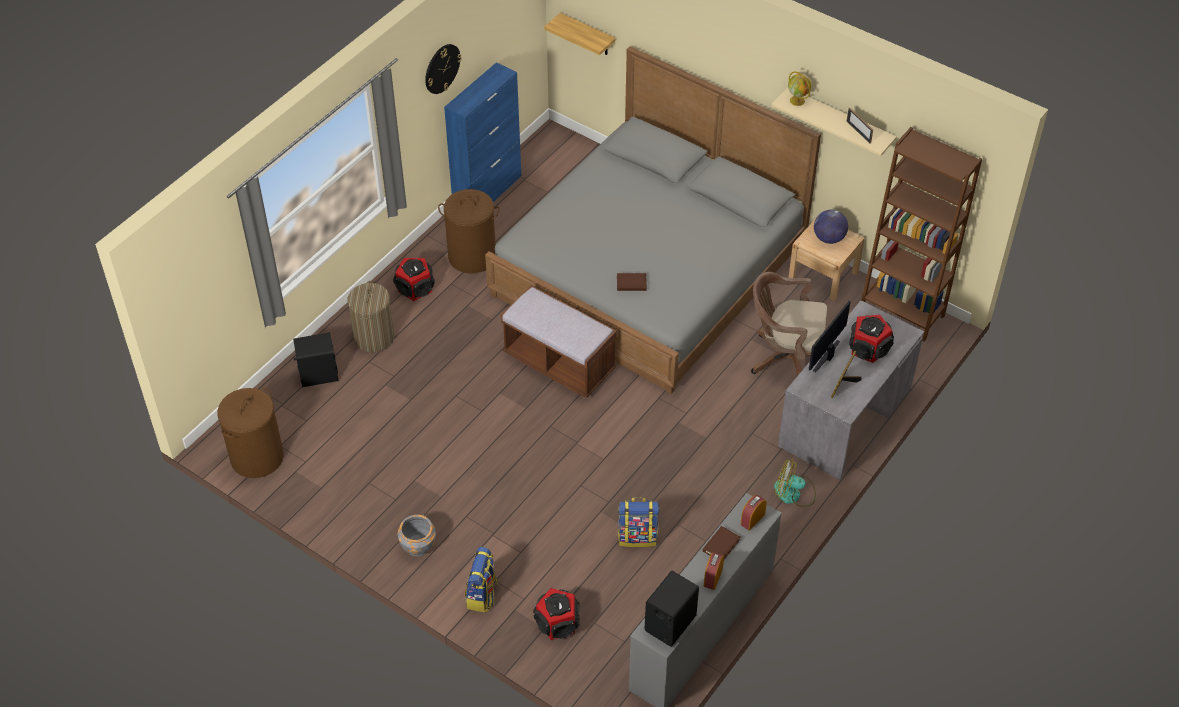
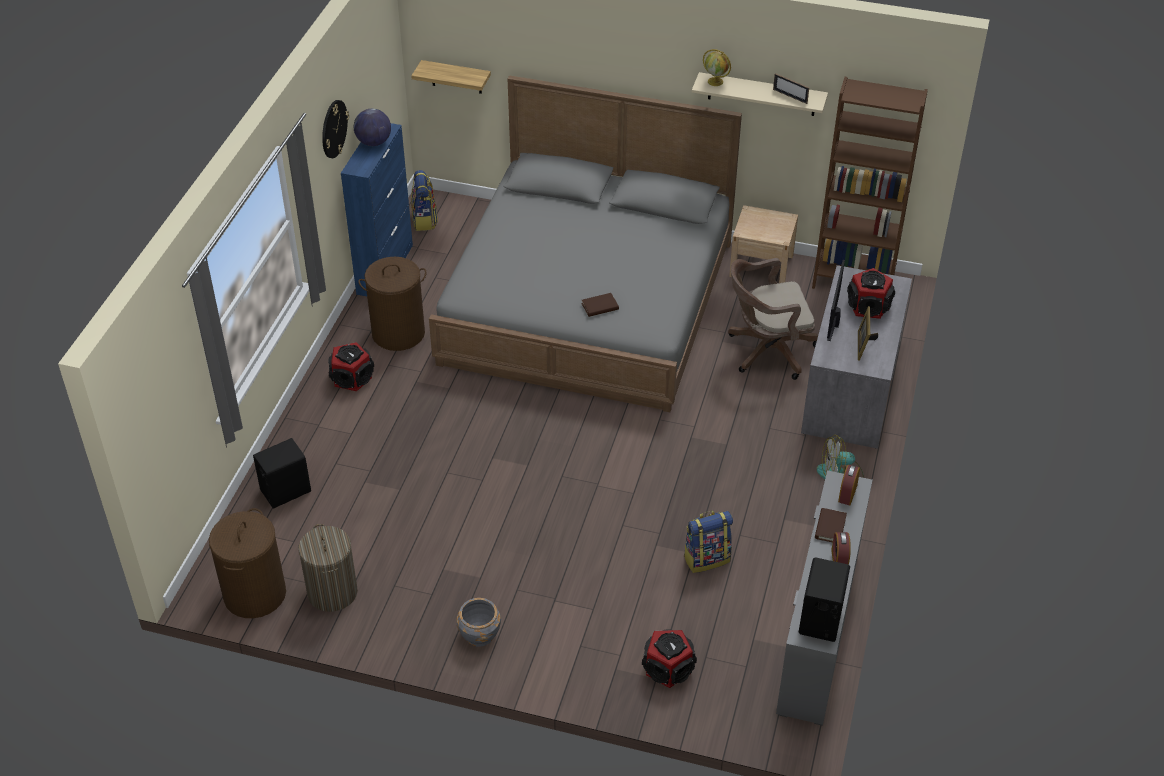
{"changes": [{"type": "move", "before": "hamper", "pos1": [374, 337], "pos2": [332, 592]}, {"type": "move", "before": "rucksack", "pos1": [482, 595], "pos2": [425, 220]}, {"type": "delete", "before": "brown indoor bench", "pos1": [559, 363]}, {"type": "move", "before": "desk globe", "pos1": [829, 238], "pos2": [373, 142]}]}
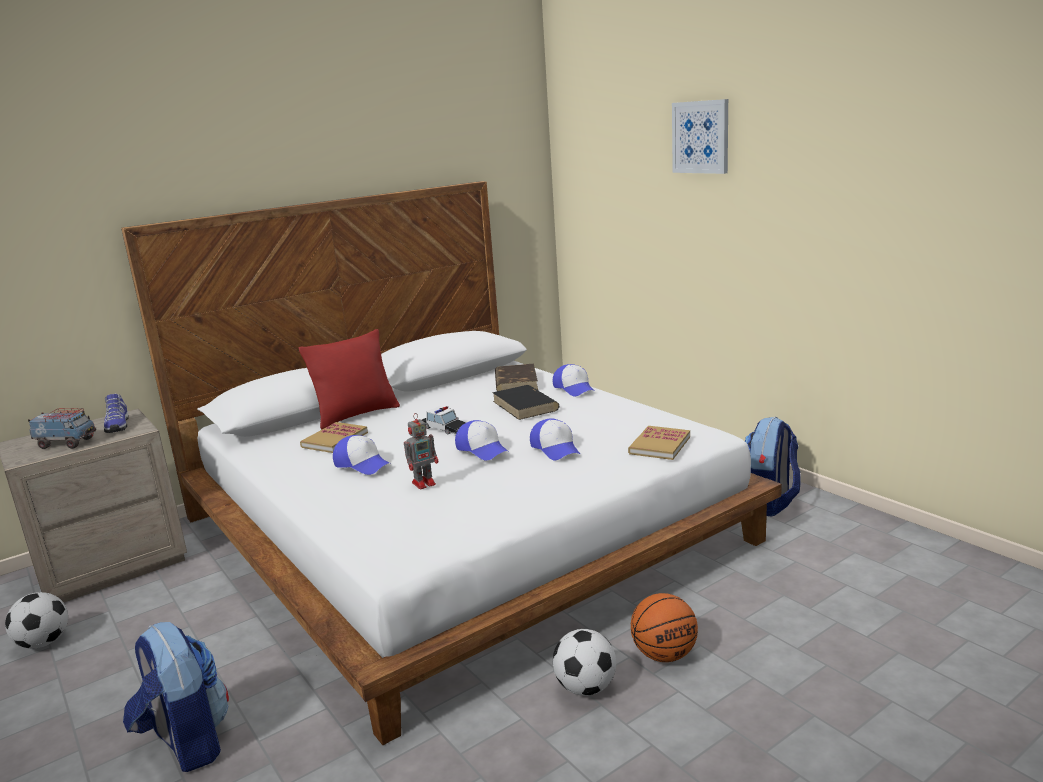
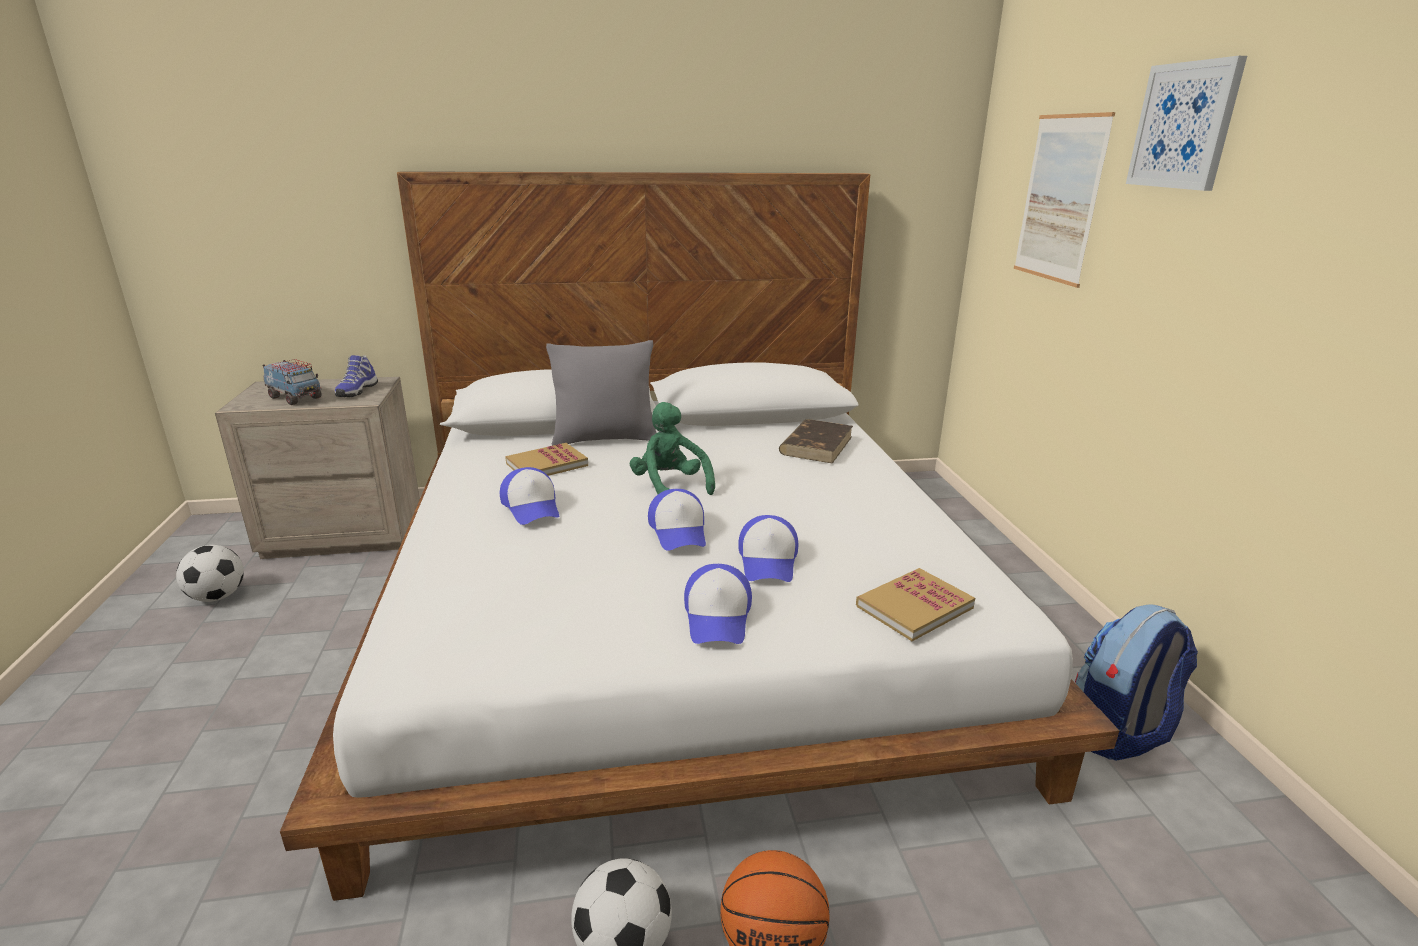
{"changes": [{"type": "delete", "before": "rucksack", "pos1": [186, 743]}, {"type": "recolor", "before": "reddish throw pillow", "after": "grey throw pillow", "pos1": [356, 415], "pos2": [605, 439]}, {"type": "delete", "before": "robot figure", "pos1": [425, 483]}, {"type": "replace", "before": "model car", "after": "greenish cuddly toy", "pos1": [445, 428], "pos2": [670, 486]}, {"type": "delete", "before": "black-coloured bound book", "pos1": [525, 406]}, {"type": "move", "before": "baseball cap", "pos1": [574, 388], "pos2": [718, 616]}, {"type": "insert", "after": "wall art", "pos2": [1060, 199]}]}
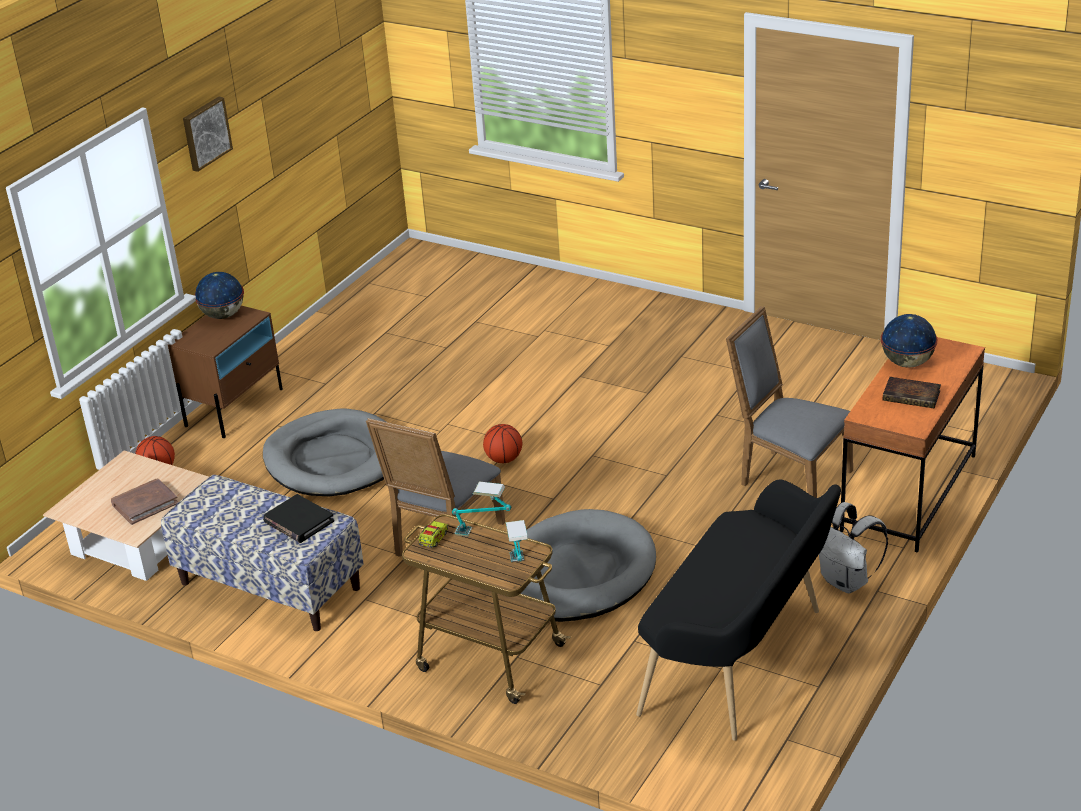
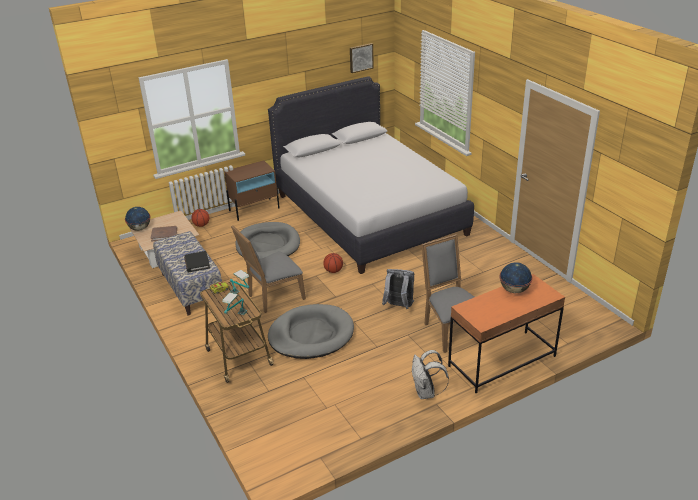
{"changes": [{"type": "move", "before": "wall art", "pos1": [205, 133], "pos2": [360, 57]}, {"type": "move", "before": "desk globe", "pos1": [223, 316], "pos2": [139, 228]}, {"type": "delete", "before": "black-coloured indoor bench", "pos1": [742, 663]}, {"type": "delete", "before": "bound book", "pos1": [913, 396]}, {"type": "insert", "after": "whitish bedroom bed", "pos2": [369, 214]}, {"type": "insert", "after": "grey rucksack", "pos2": [398, 306]}]}
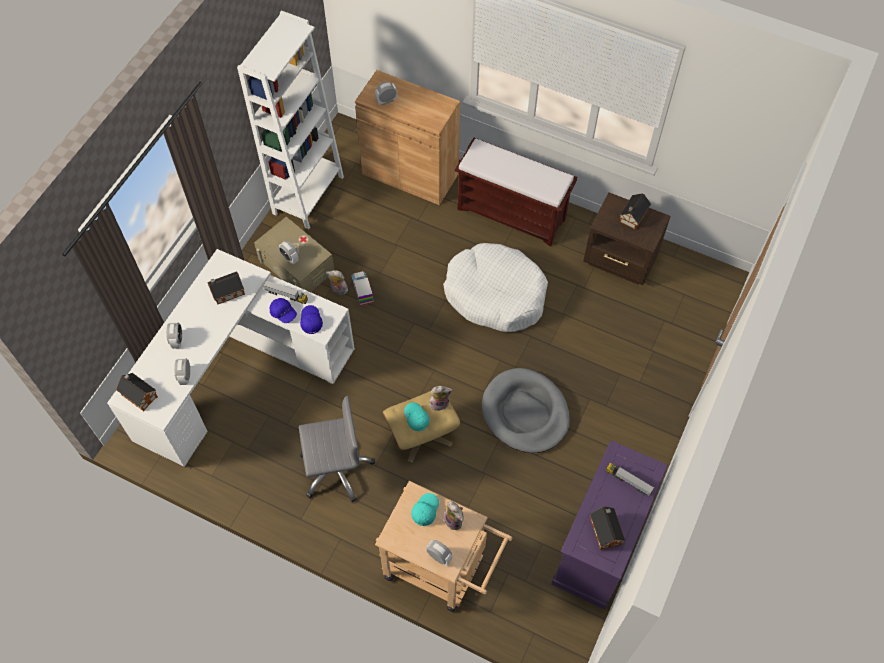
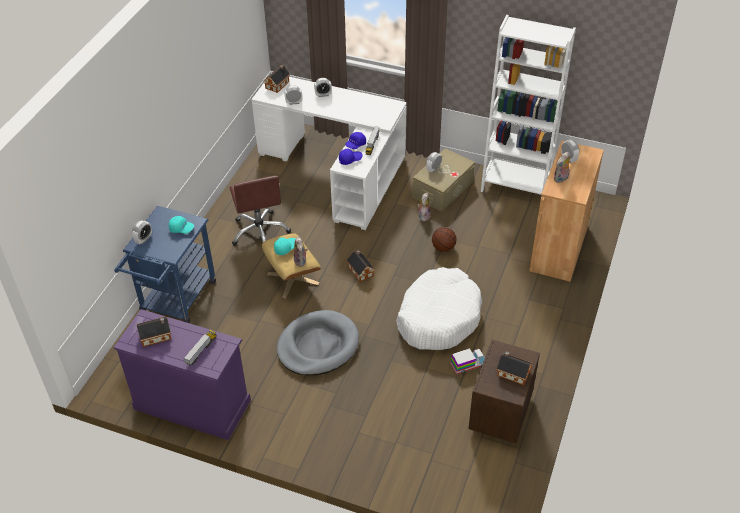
{"changes": [{"type": "move", "before": "miniature house", "pos1": [226, 292], "pos2": [360, 271]}, {"type": "recolor", "before": "grey computer chair", "after": "brown computer chair", "pos1": [336, 469], "pos2": [260, 232]}, {"type": "move", "before": "toy lorry", "pos1": [362, 290], "pos2": [468, 365]}, {"type": "recolor", "before": "beige-coloured wheeled cart", "after": "blue-coloured wheeled cart", "pos1": [442, 569], "pos2": [175, 301]}, {"type": "move", "before": "cuddly toy", "pos1": [454, 520], "pos2": [561, 179]}, {"type": "delete", "before": "brown indoor bench", "pos1": [512, 213]}, {"type": "insert", "after": "basketball", "pos2": [443, 248]}]}
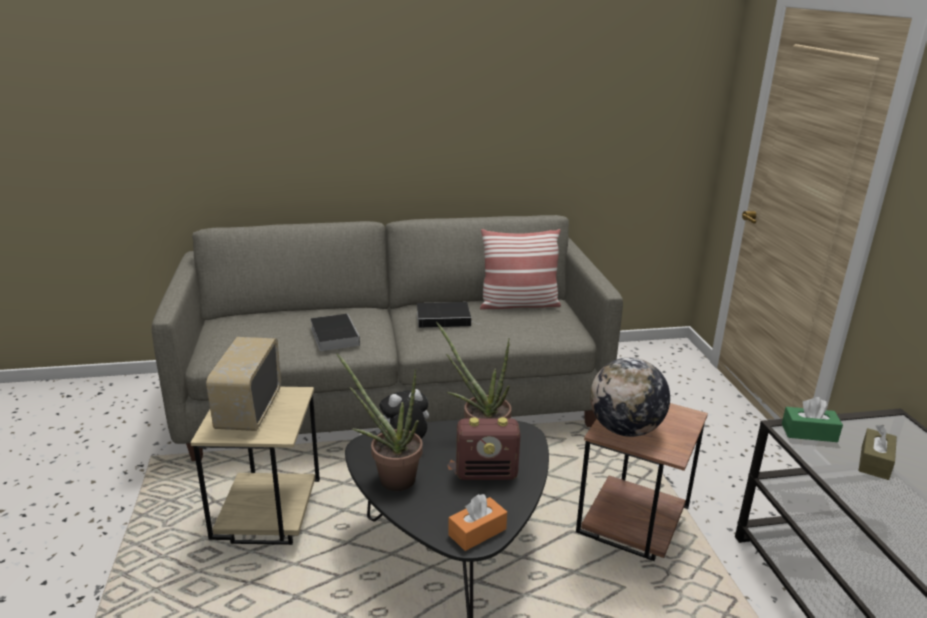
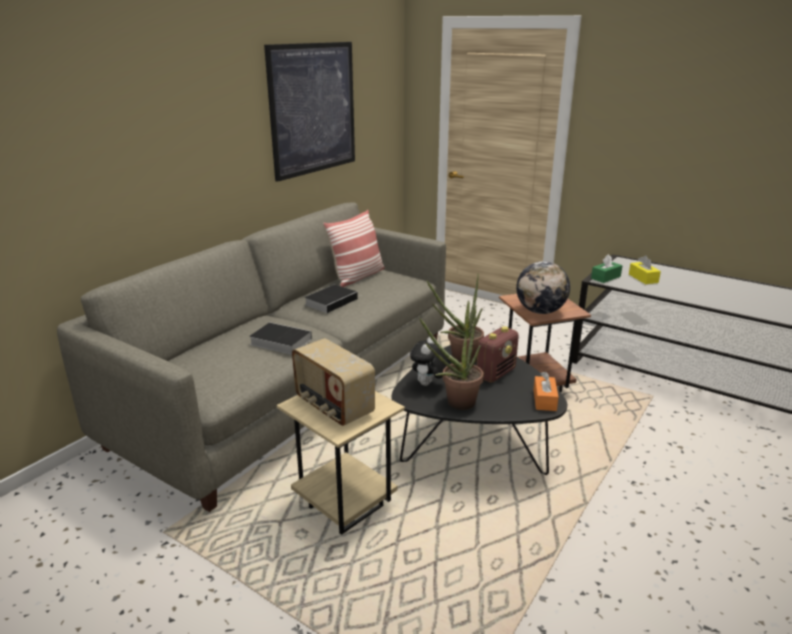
{"changes": [{"type": "recolor", "before": "brown tissue box", "after": "yellow tissue box", "pos1": [874, 462], "pos2": [643, 278]}, {"type": "insert", "after": "wall art", "pos2": [313, 109]}]}
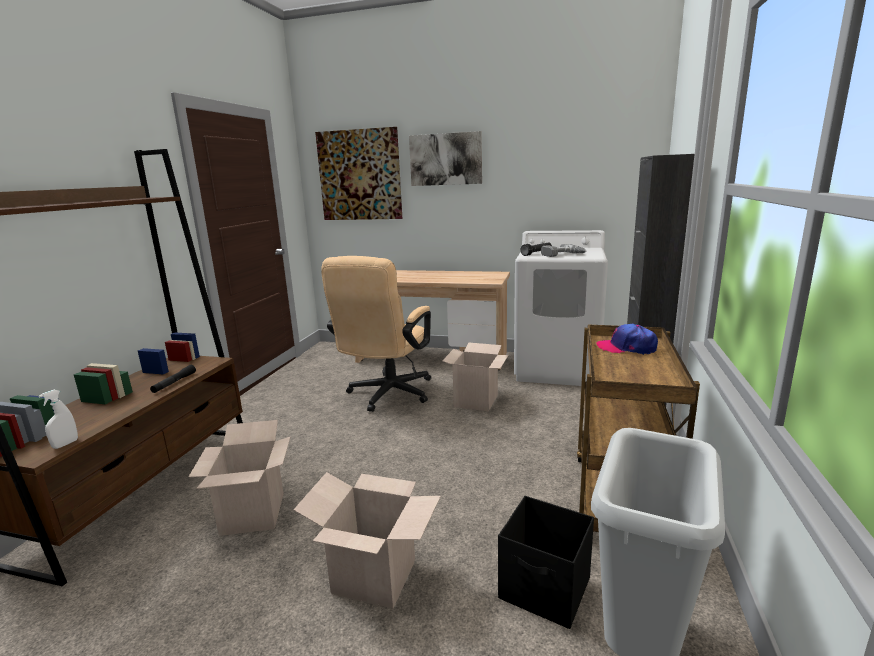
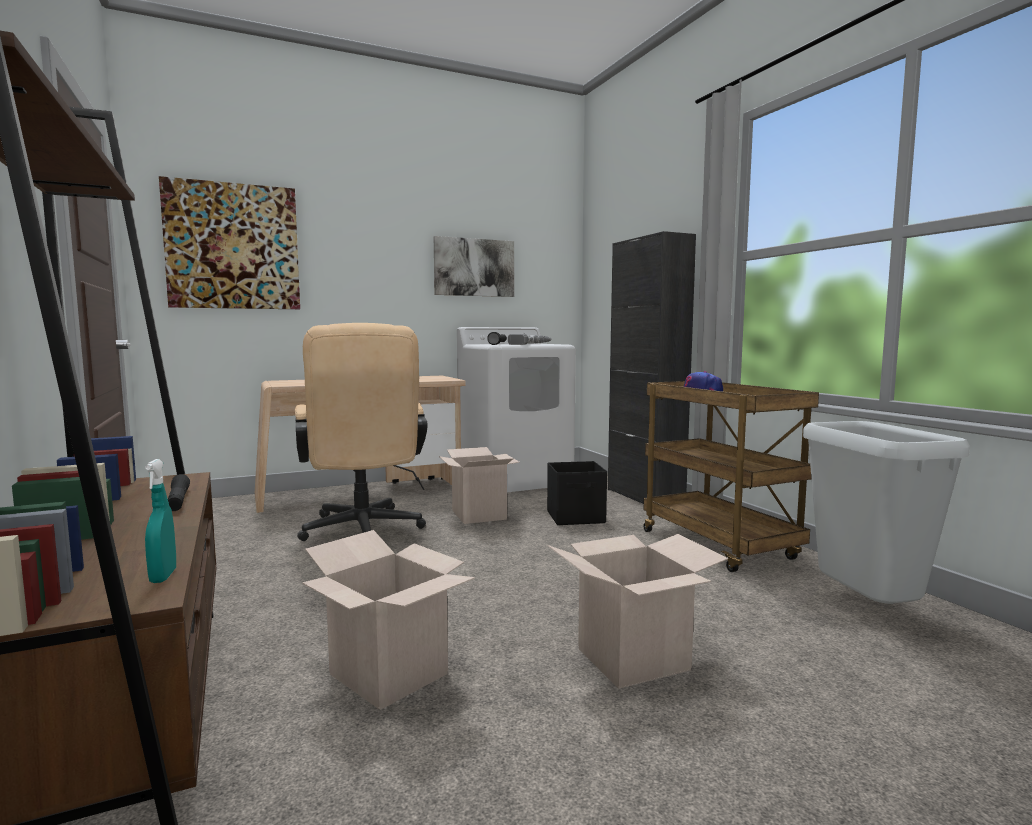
{"changes": [{"type": "recolor", "before": "whitish hand sprayer", "after": "turquoise-coloured hand sprayer", "pos1": [65, 444], "pos2": [163, 576]}, {"type": "move", "before": "wall art", "pos1": [446, 159], "pos2": [474, 267]}, {"type": "move", "before": "black-coloured storage bin", "pos1": [545, 590], "pos2": [576, 517]}]}
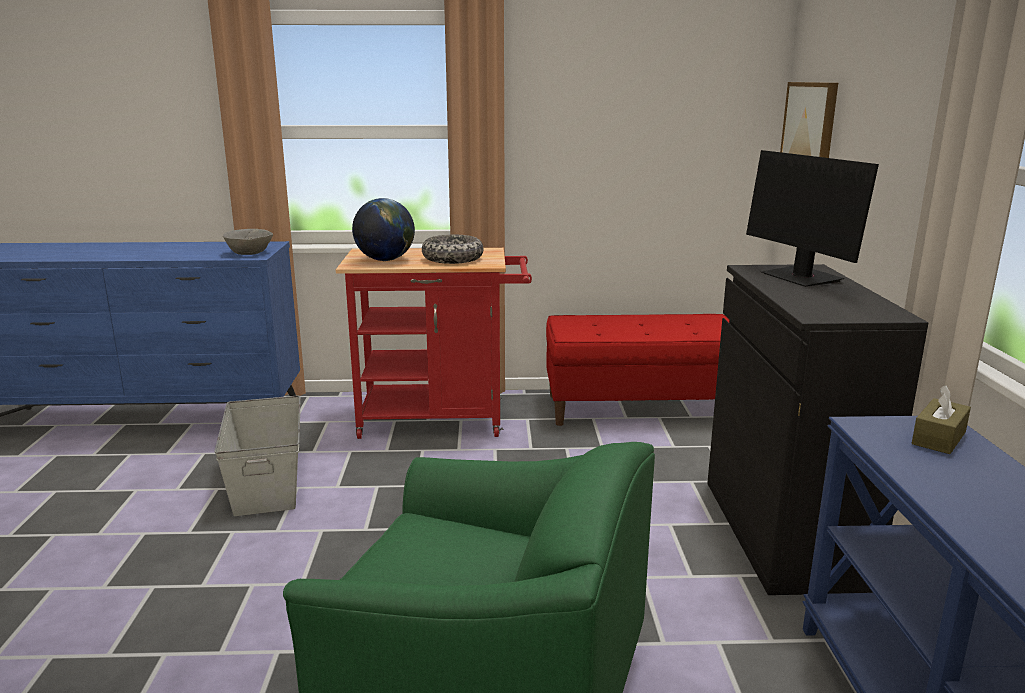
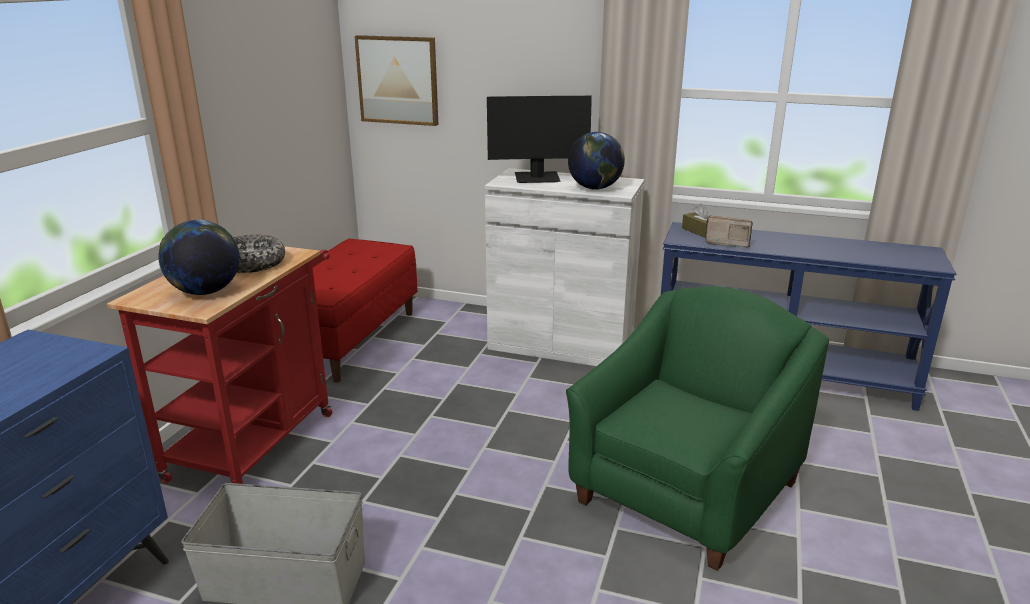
{"changes": [{"type": "delete", "before": "grey deep dish", "pos1": [249, 253]}, {"type": "recolor", "before": "black-coloured cabinet", "after": "whitish cabinet", "pos1": [783, 532], "pos2": [561, 344]}, {"type": "insert", "after": "desk globe", "pos2": [595, 188]}, {"type": "insert", "after": "radio", "pos2": [726, 243]}]}
